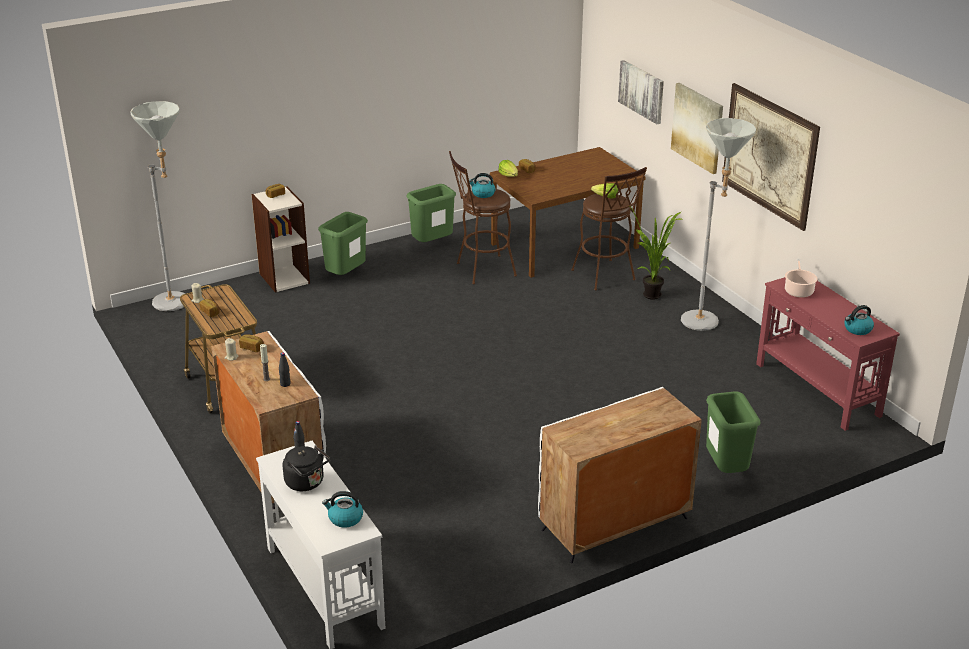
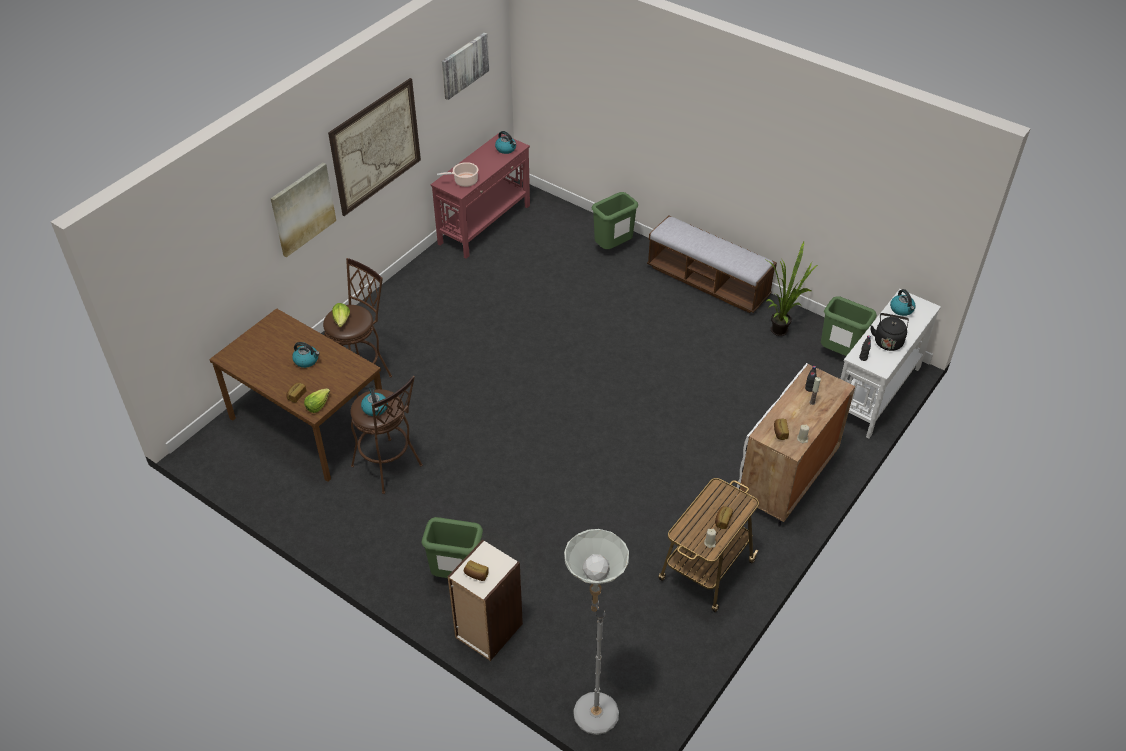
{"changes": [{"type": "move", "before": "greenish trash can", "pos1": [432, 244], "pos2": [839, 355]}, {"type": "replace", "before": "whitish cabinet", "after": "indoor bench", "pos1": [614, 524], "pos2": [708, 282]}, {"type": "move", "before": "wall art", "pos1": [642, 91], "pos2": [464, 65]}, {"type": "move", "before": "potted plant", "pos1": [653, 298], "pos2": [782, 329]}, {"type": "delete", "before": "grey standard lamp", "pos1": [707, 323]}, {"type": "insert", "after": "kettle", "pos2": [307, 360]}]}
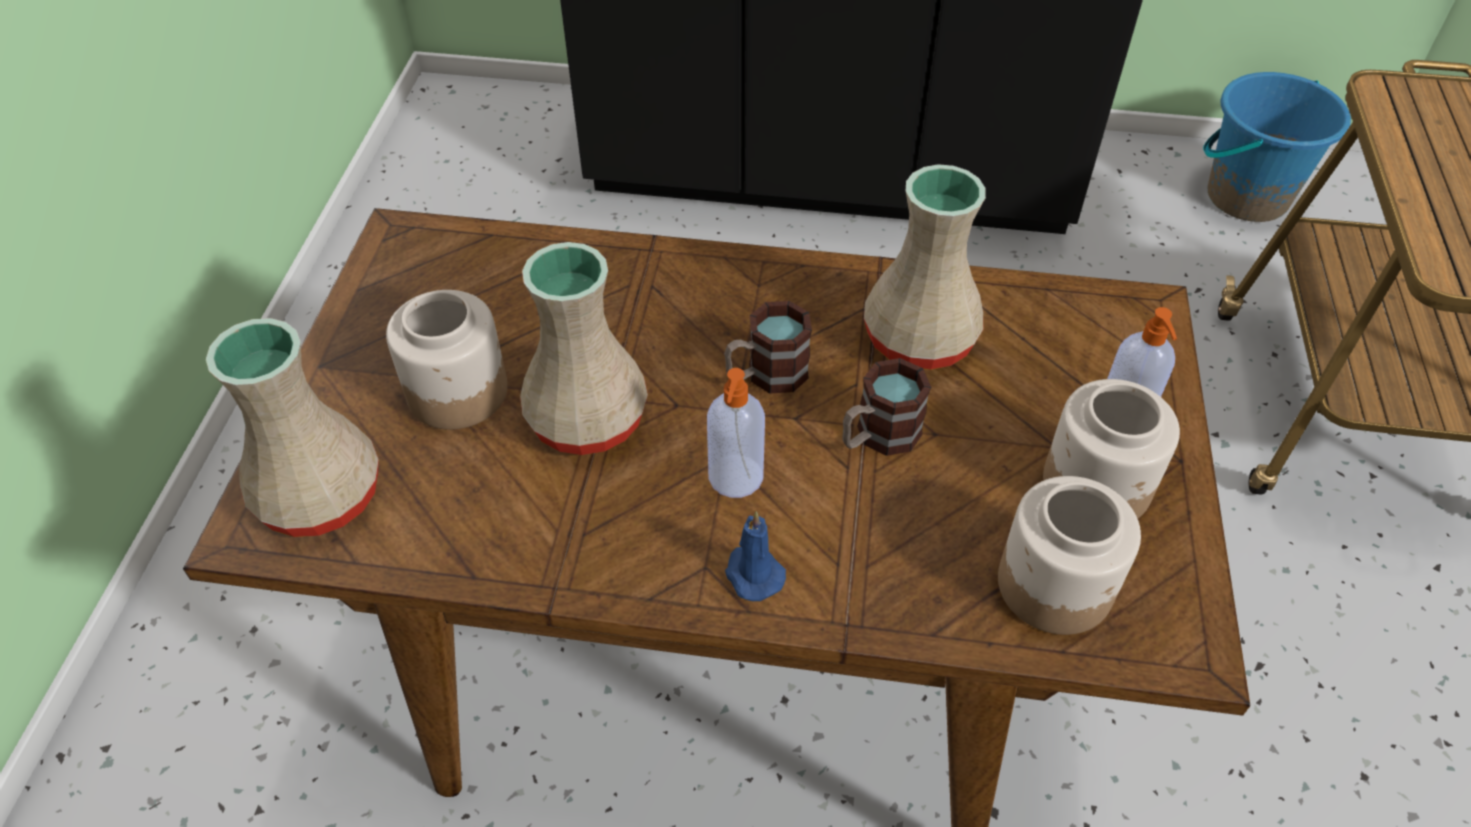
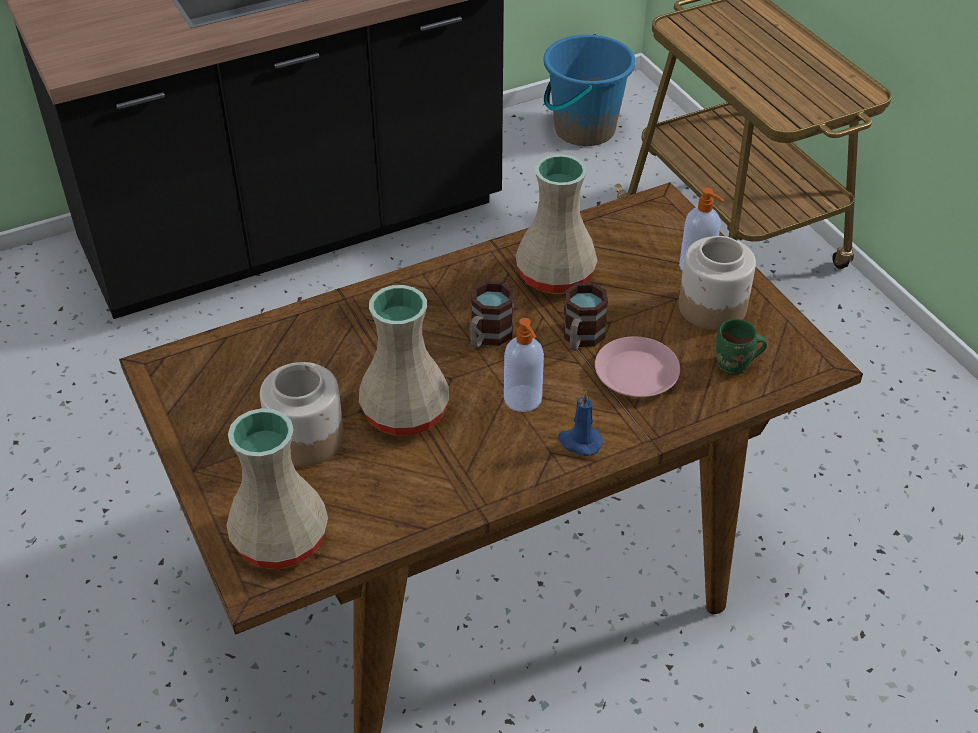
{"changes": [{"type": "replace", "before": "preserve jar", "after": "greenish tea mug", "pos1": [1056, 586], "pos2": [734, 366]}, {"type": "insert", "after": "pinkish dinner plate", "pos2": [636, 374]}]}
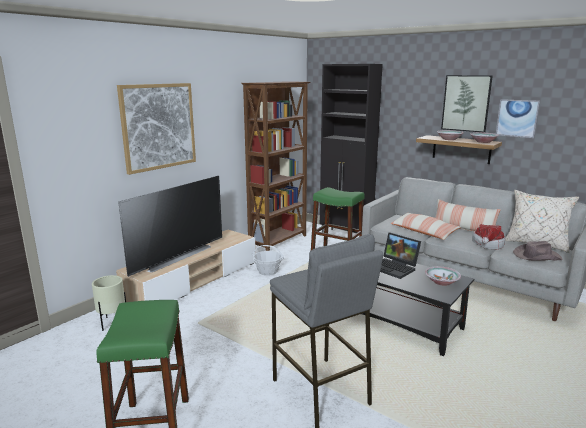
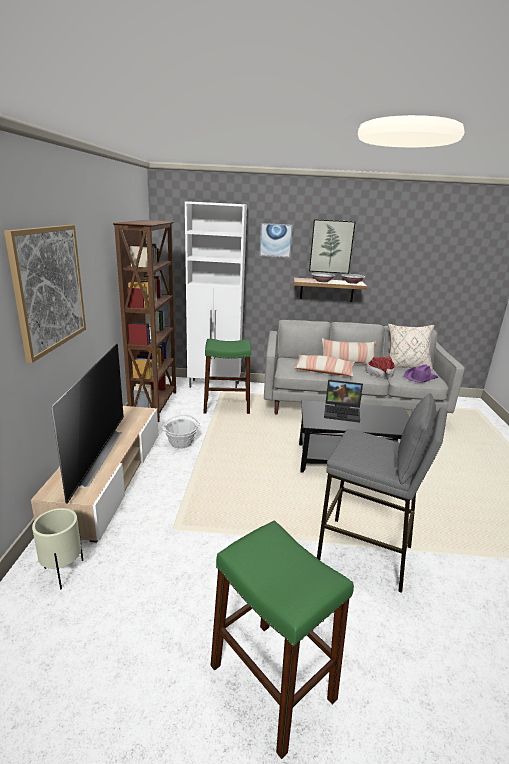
{"changes": [{"type": "recolor", "before": "black-coloured cabinet", "after": "whitish cabinet", "pos1": [346, 236], "pos2": [215, 385]}, {"type": "delete", "before": "deep dish", "pos1": [441, 282]}, {"type": "move", "before": "wall art", "pos1": [517, 118], "pos2": [275, 240]}, {"type": "recolor", "before": "brown clothing hat", "after": "purple clothing hat", "pos1": [536, 256], "pos2": [420, 377]}]}
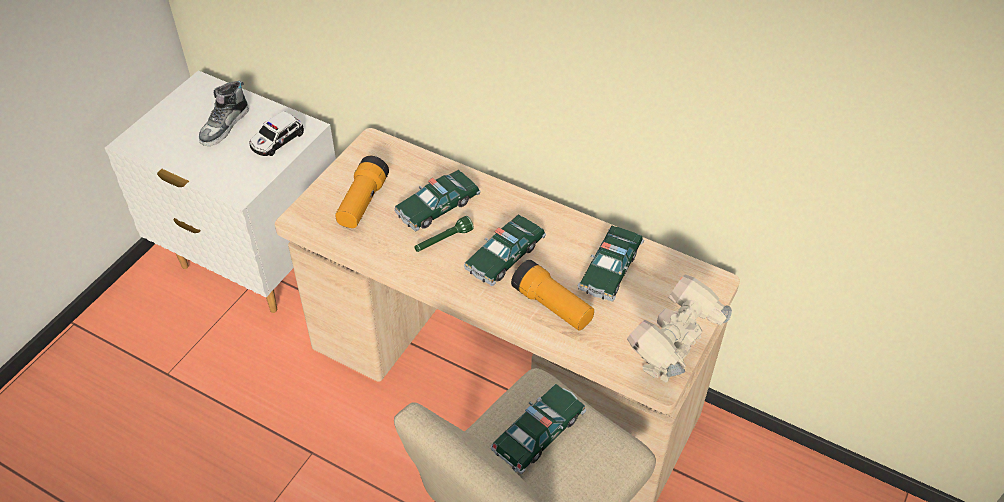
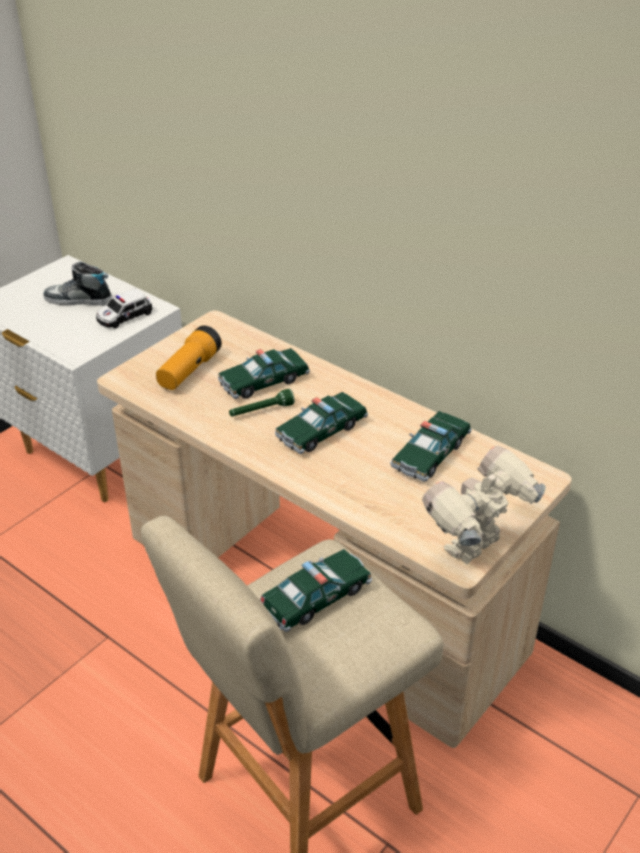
{"changes": [{"type": "rotate", "before": "shoe", "pos1": [225, 126], "pos2": [78, 300], "turn": 60}, {"type": "delete", "before": "hand torch", "pos1": [552, 306]}]}
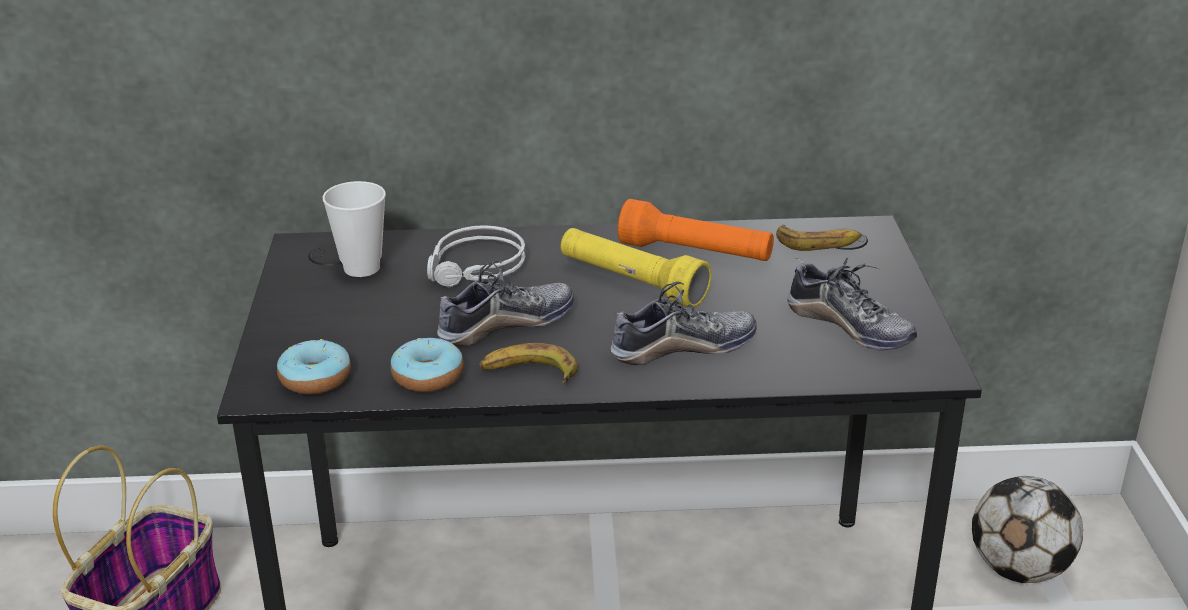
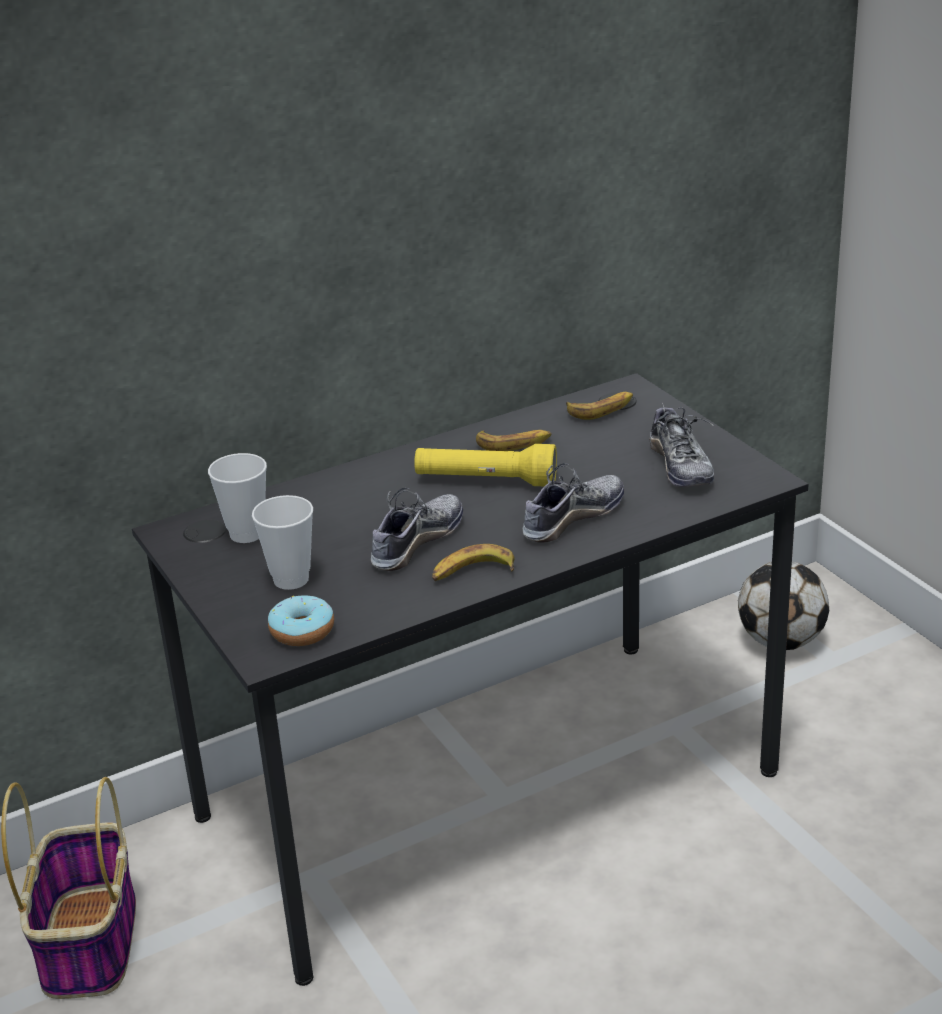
{"changes": [{"type": "delete", "before": "ring doughnut", "pos1": [428, 376]}, {"type": "delete", "before": "grey headset", "pos1": [476, 268]}, {"type": "replace", "before": "orangey hand torch", "after": "banana fruit", "pos1": [695, 254], "pos2": [514, 444]}, {"type": "rotate", "before": "shoe", "pos1": [850, 326], "pos2": [680, 466], "turn": 60}, {"type": "insert", "after": "cup", "pos2": [291, 579]}]}
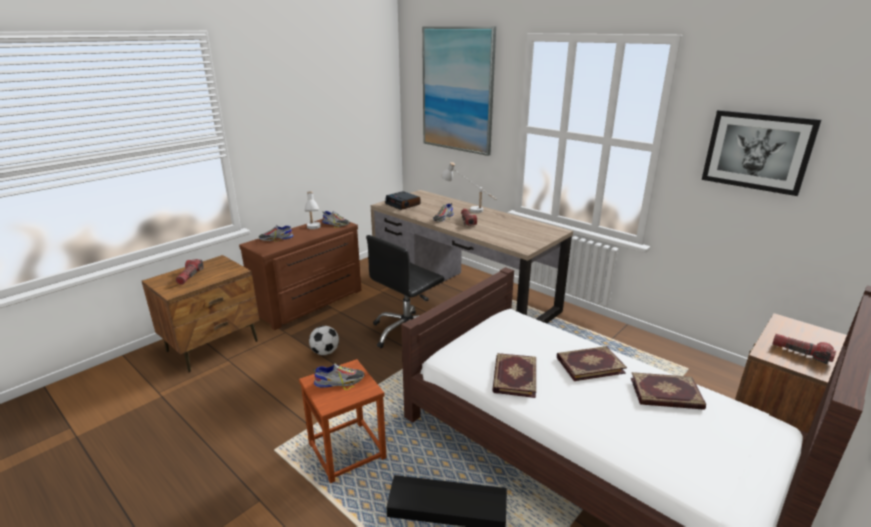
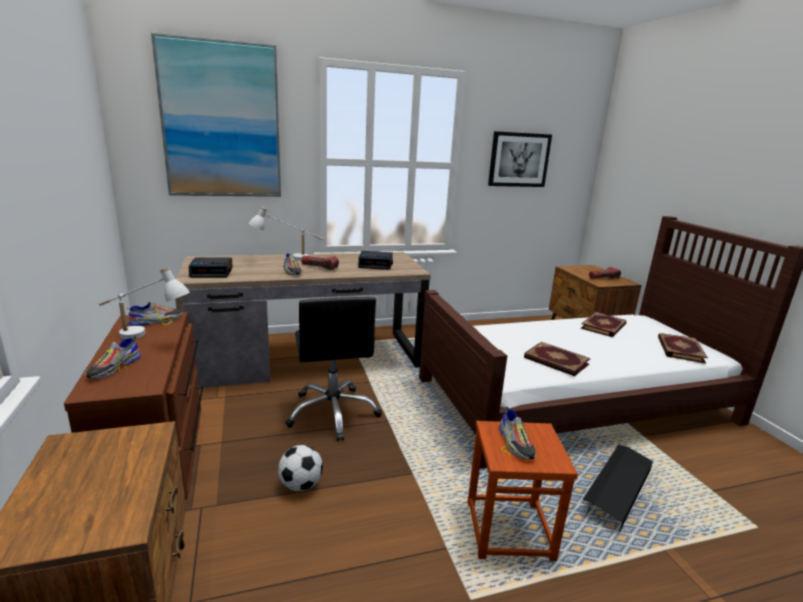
{"changes": [{"type": "delete", "before": "hand torch", "pos1": [190, 276]}, {"type": "rotate", "before": "shoe", "pos1": [340, 381], "pos2": [515, 443], "turn": 150}, {"type": "move", "before": "bound book", "pos1": [589, 364], "pos2": [679, 349]}, {"type": "insert", "after": "alarm clock", "pos2": [376, 264]}]}
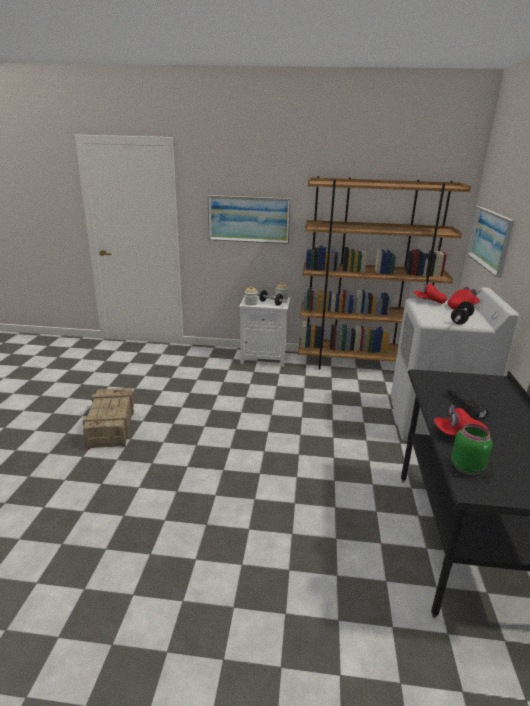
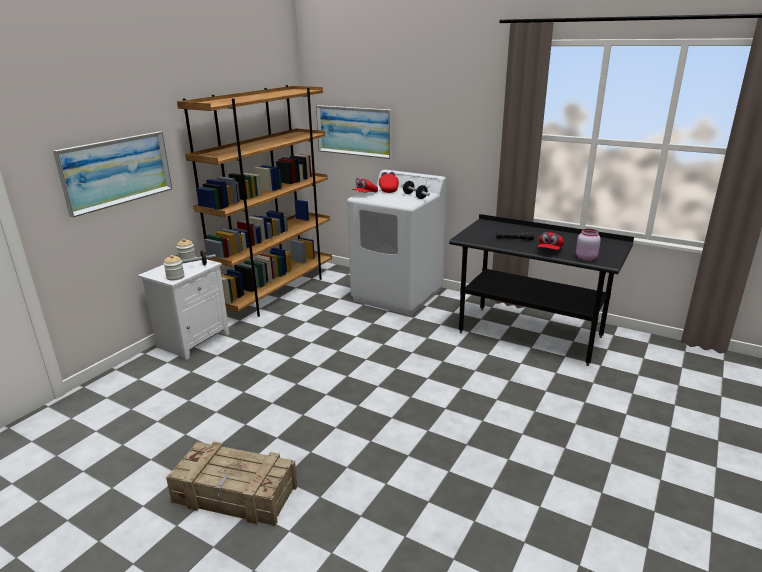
{"changes": [{"type": "recolor", "before": "greenish preserve jar", "after": "pinkish preserve jar", "pos1": [466, 467], "pos2": [585, 258]}]}
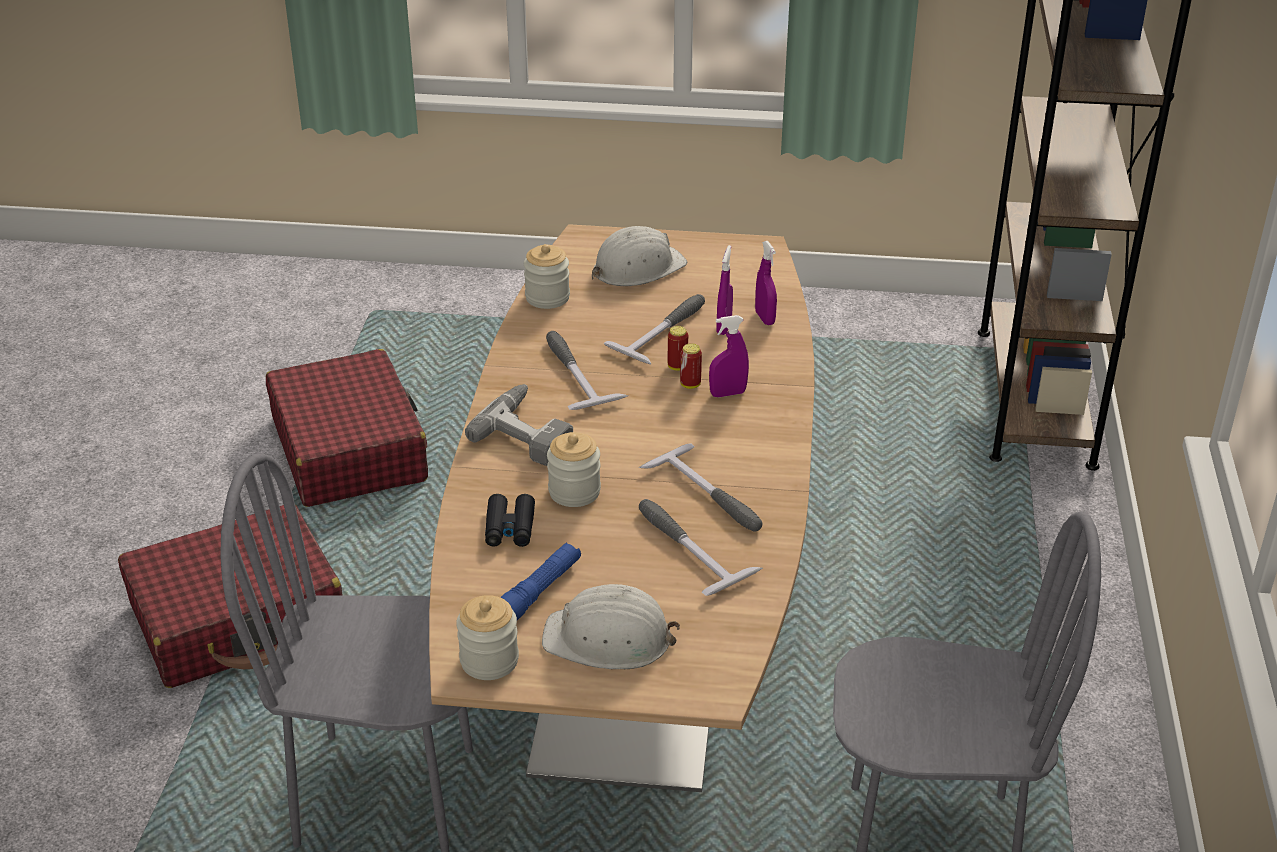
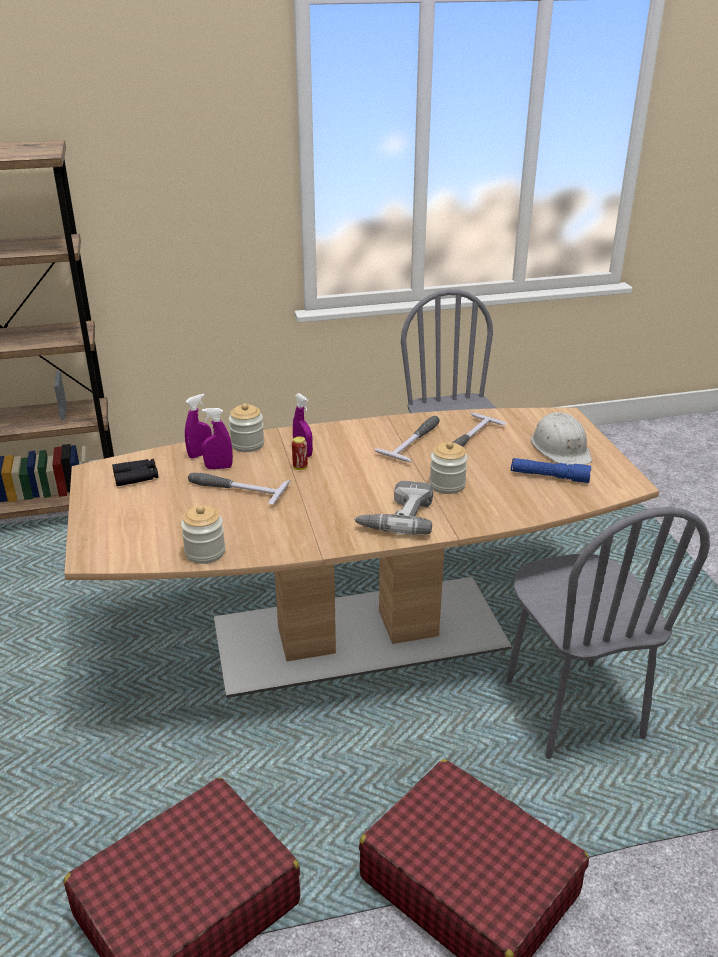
{"changes": [{"type": "move", "before": "preserve jar", "pos1": [489, 660], "pos2": [247, 444]}, {"type": "move", "before": "black-coloured pair of binoculars", "pos1": [510, 528], "pos2": [136, 477]}, {"type": "delete", "before": "hand hammer", "pos1": [575, 373]}, {"type": "delete", "before": "whitish hard hat", "pos1": [637, 268]}, {"type": "delete", "before": "sealed can", "pos1": [677, 366]}]}
